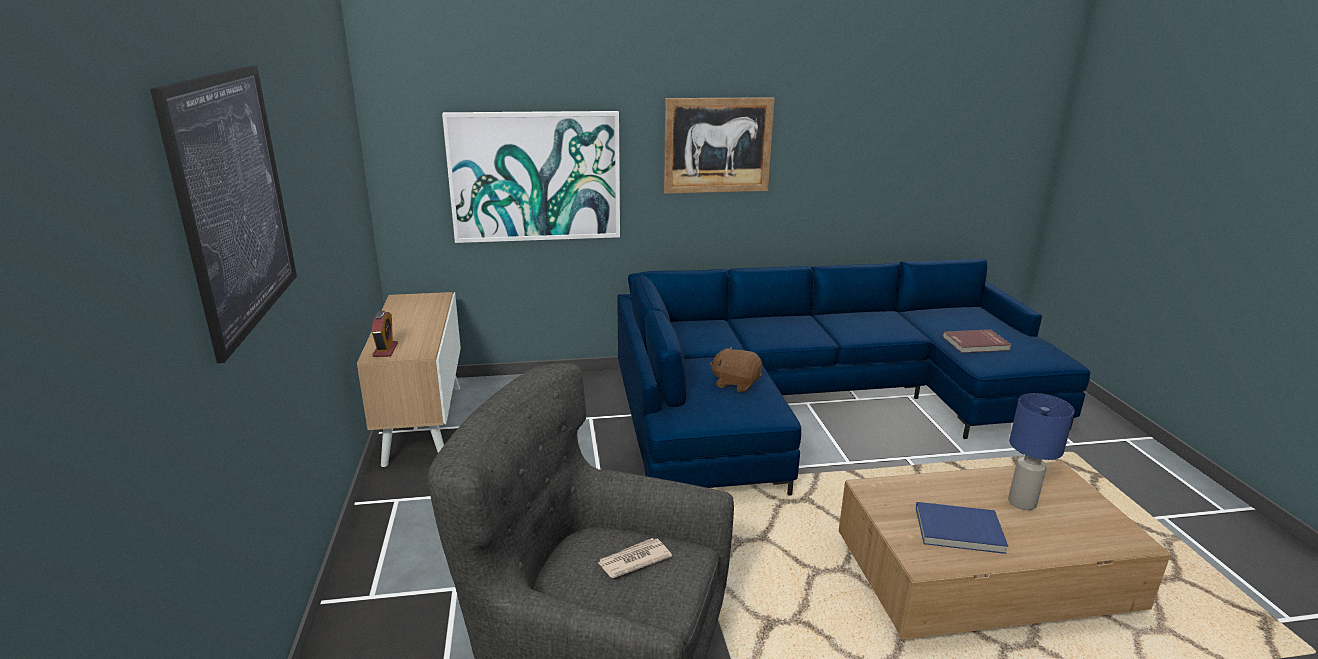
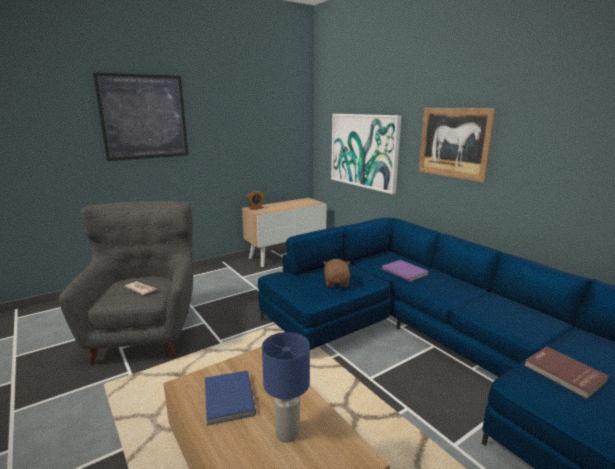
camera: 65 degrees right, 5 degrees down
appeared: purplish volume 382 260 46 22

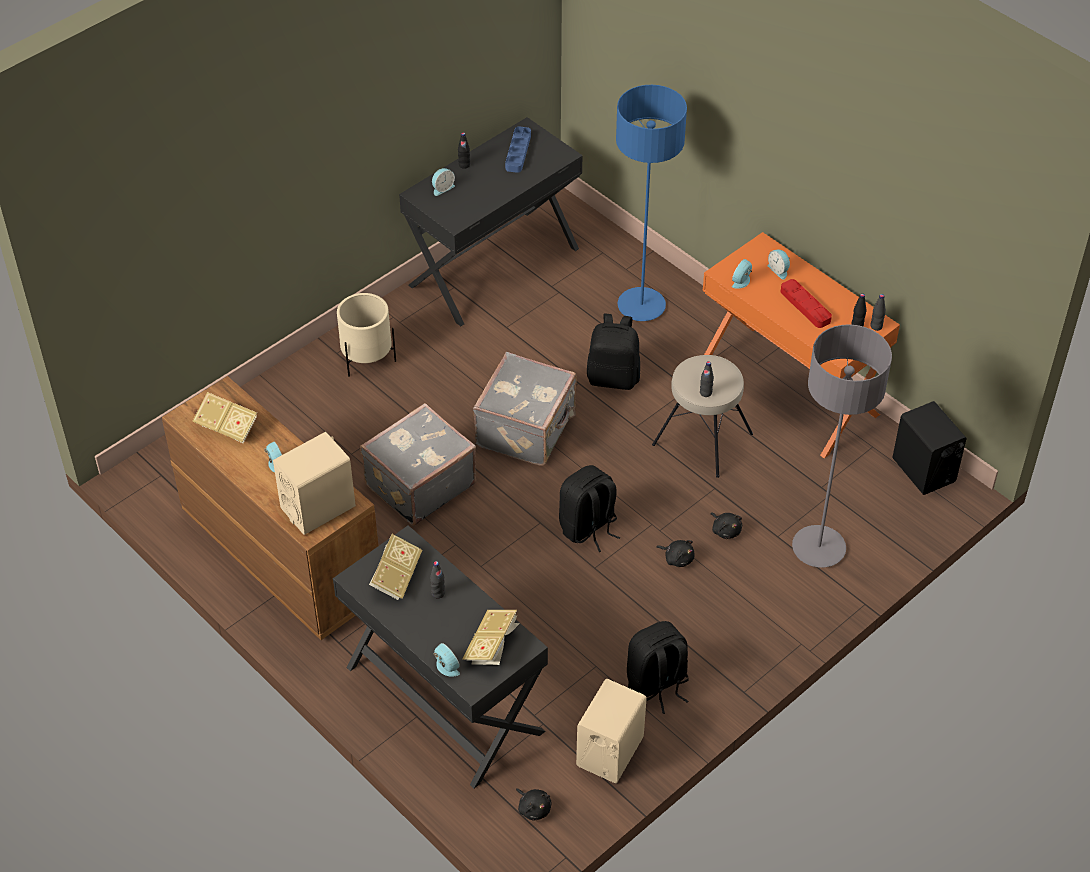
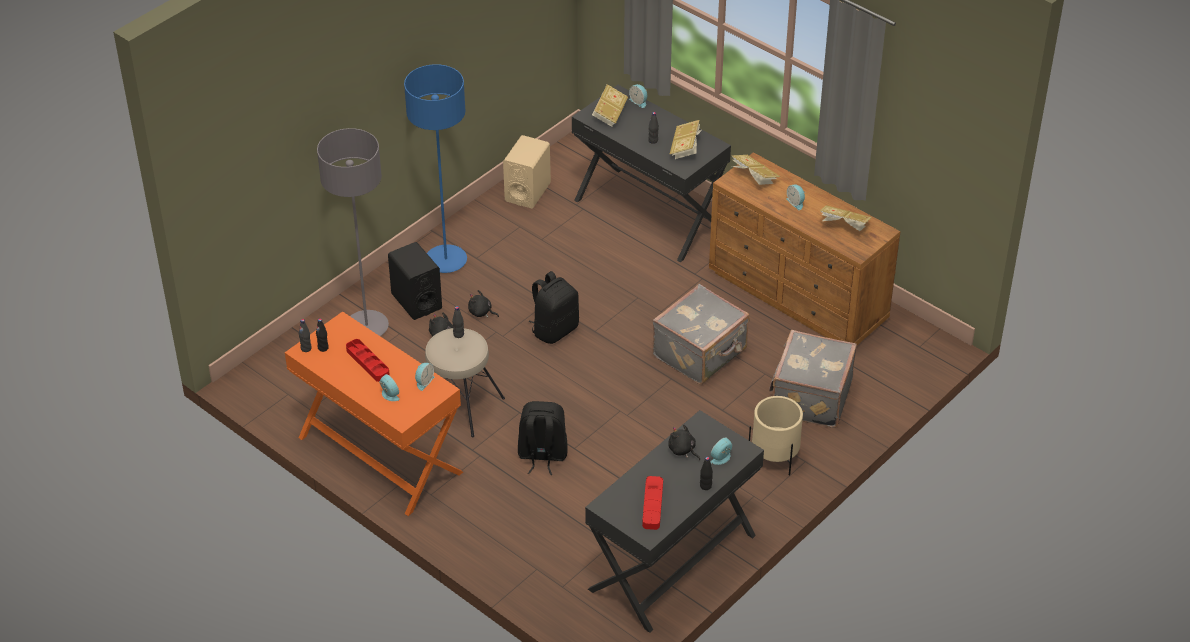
camera: 175 degrees right, 5 degrees down
missing: black backpack 627 621 62 93
relocated: black loudspeaker 892 401 75 94 to 388 242 54 78; blue-coloured standard lamp 616 85 71 236 to 404 64 63 209; black plush toy 516 788 36 33 to 668 424 32 36; greyish travel case 473 352 104 114 to 769 330 88 98
exchanged: beige-coloured loudspeaker 273 432 83 103 to volume 732 155 49 30
colour: blue-coloured carrying tray 505 127 26 46 to red-coloured carrying tray 642 476 21 54

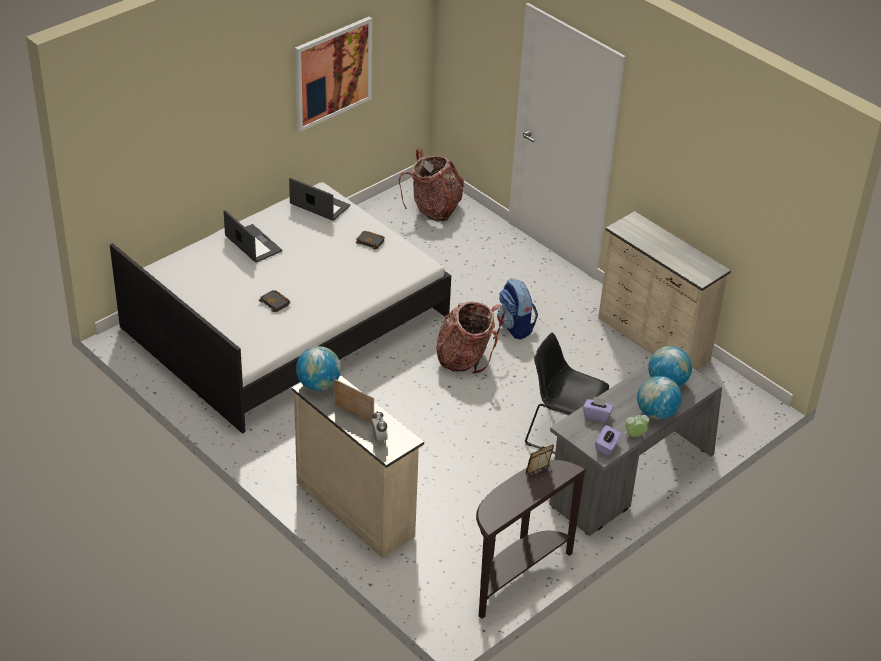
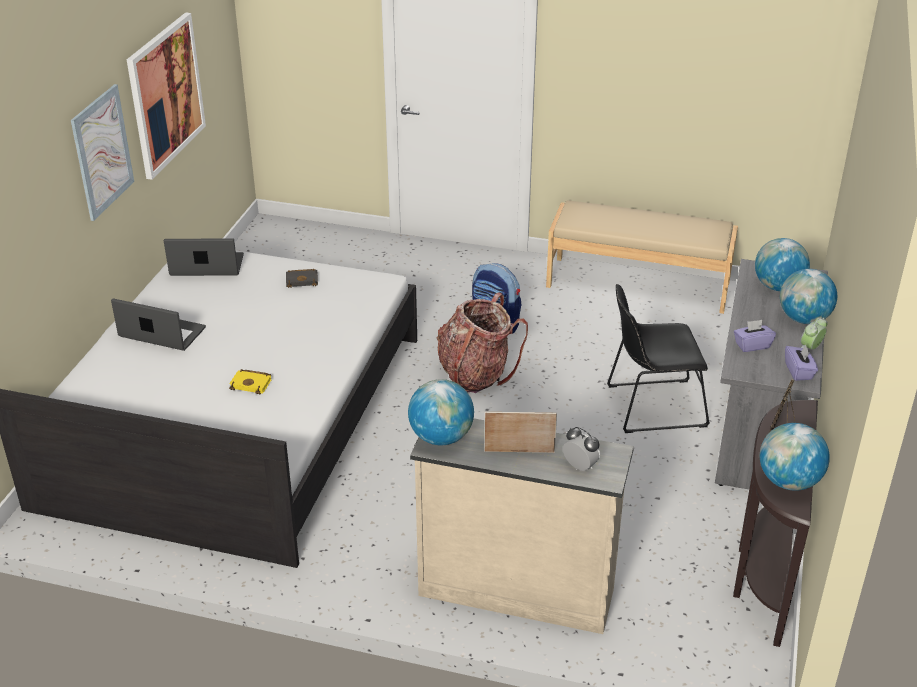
camera: 30 degrees left, 5 degrees down
missing: backpack 399 149 65 72
appeared: wall picture 71 84 63 137; world globe 760 423 70 68
exchanged: beige-coloured dresser 598 211 133 159 to beige-coloured bench 546 200 192 114
colour: black volume 259 290 31 22 to yellow volume 229 369 42 26

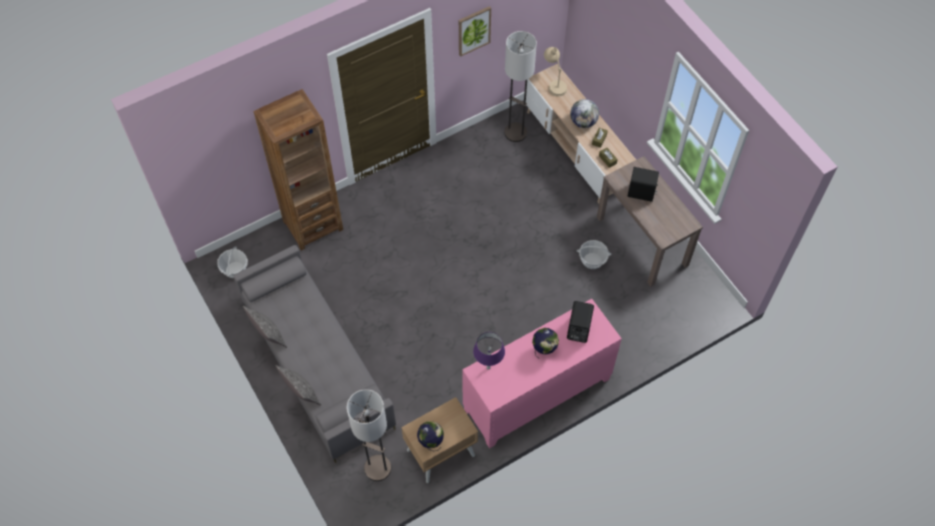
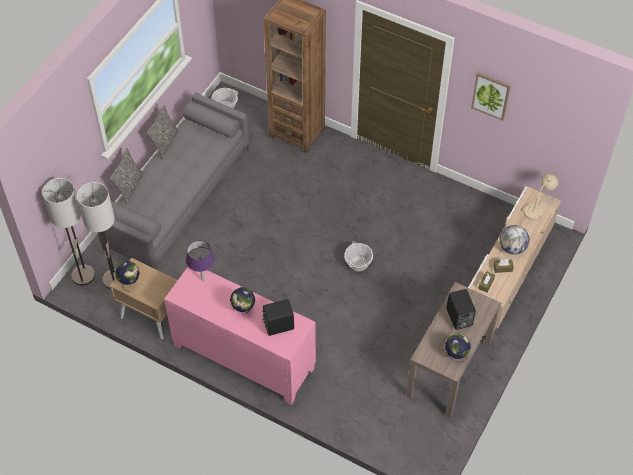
camera: 60 degrees right, 5 degrees down
appeared: world globe 445 334 26 28
relocated: standard lamp 504 31 33 111 to 42 178 53 108; storage basket 577 240 34 29 to 344 241 29 30

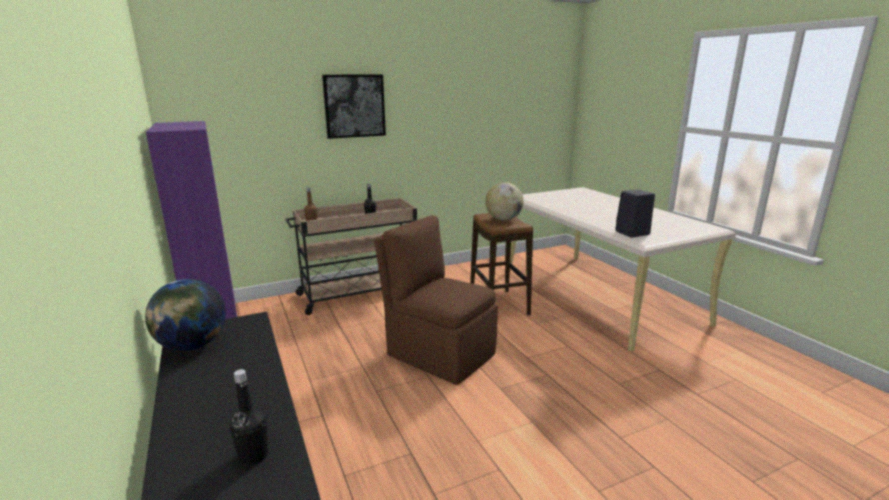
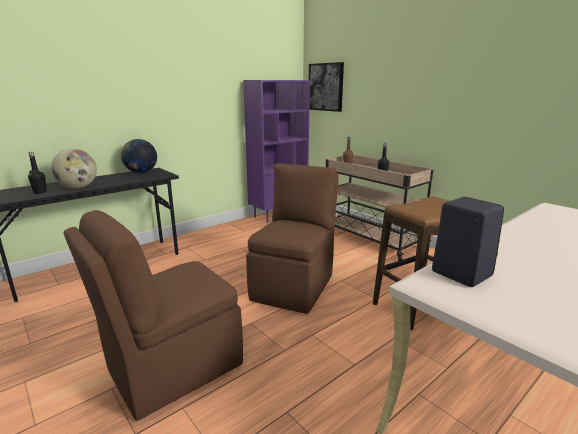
camera: 75 degrees right, 0 degrees up
appeared: brownish plain chair 64 210 179 211
relocated: world globe 485 182 39 39 to 51 149 46 40; wall picture 322 74 64 65 to 309 62 35 50

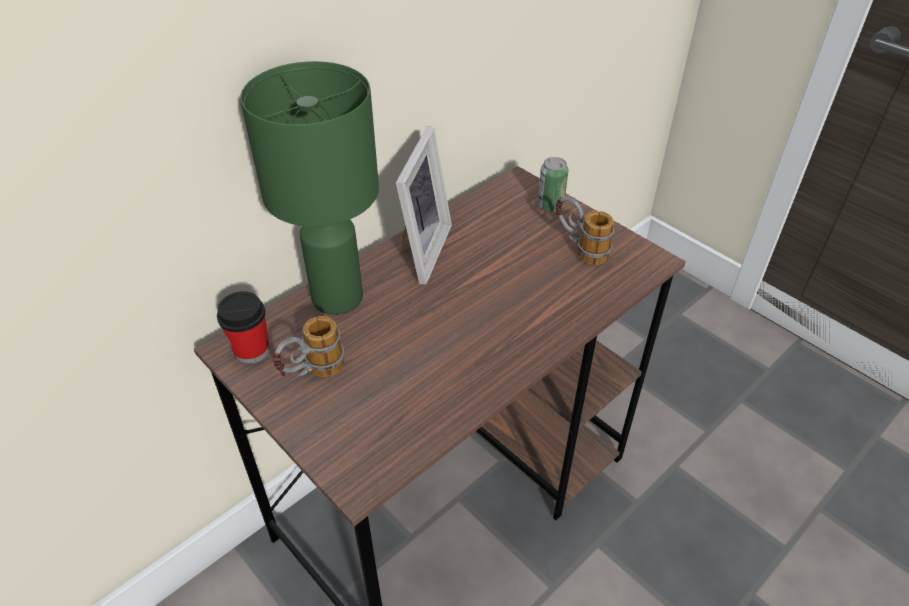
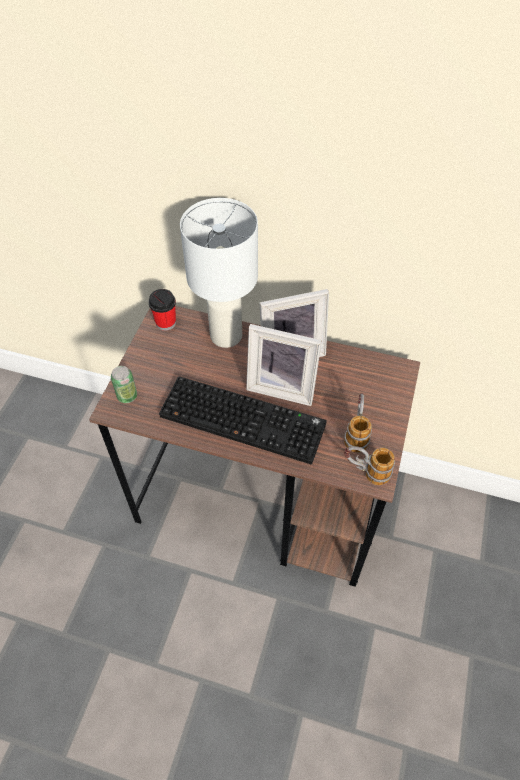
camera: 60 degrees right, 10 degrees up
appeared: PC keyboard 159 376 168 88; picture frame 246 324 76 82
relocated: sealed can 537 157 31 55 to 111 366 26 37; coffee mug 272 316 73 61 to 344 446 51 39
colour: green table lamp 240 61 139 254 to white-coloured table lamp 180 198 78 150

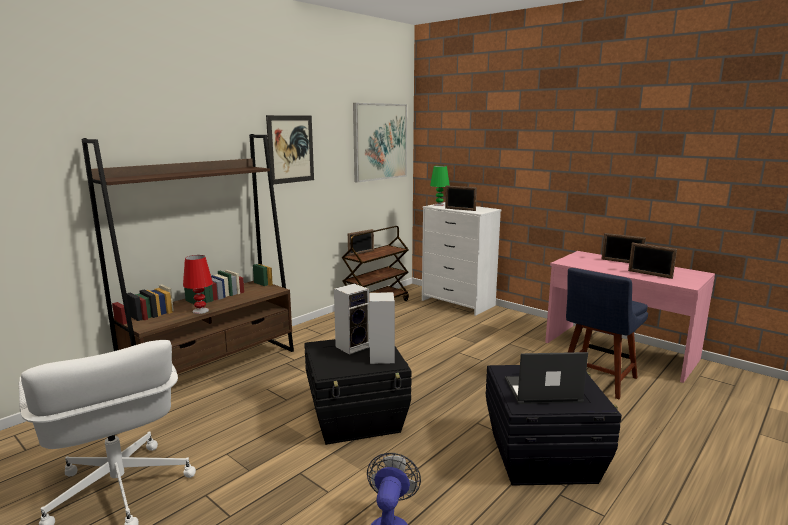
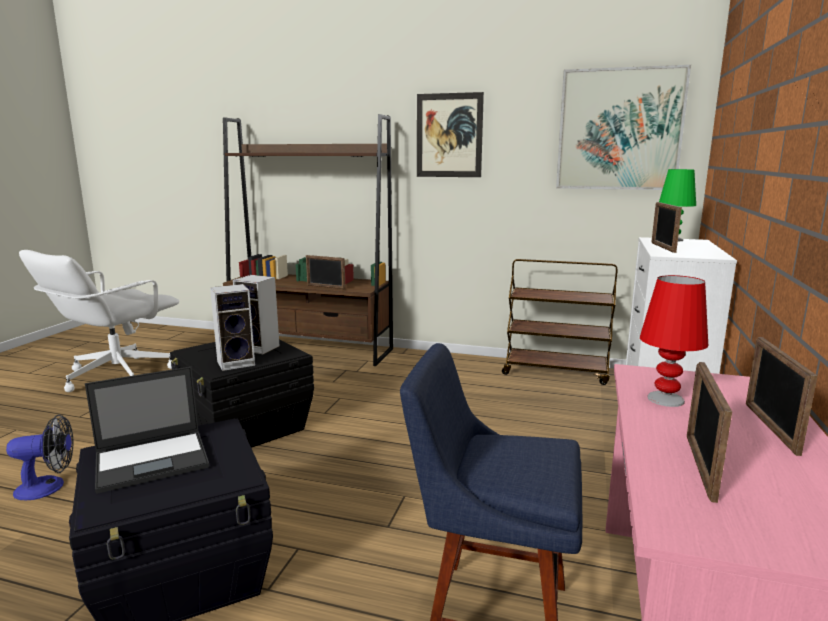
camera: 65 degrees right, 0 degrees up
relocated: picture frame 348 229 26 27 to 306 255 40 35; red-coloured table lamp 183 255 30 59 to 640 275 68 132
spun: laptop 505 352 83 52 = 85 367 124 127 90 degrees clockwise

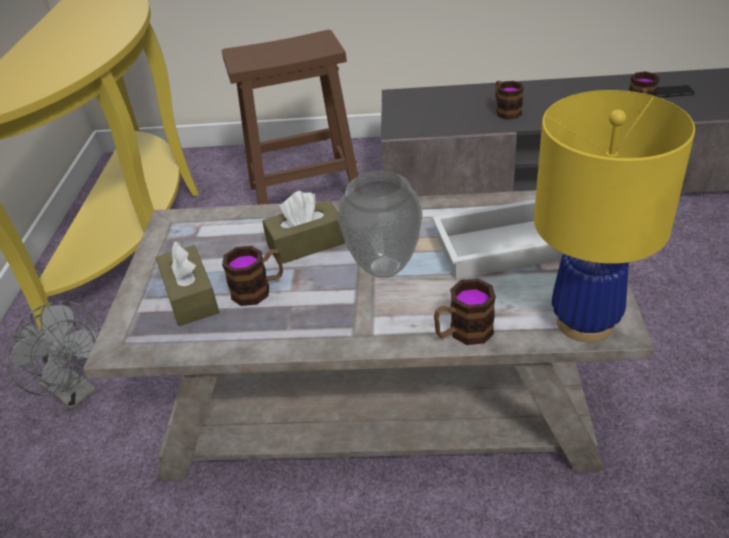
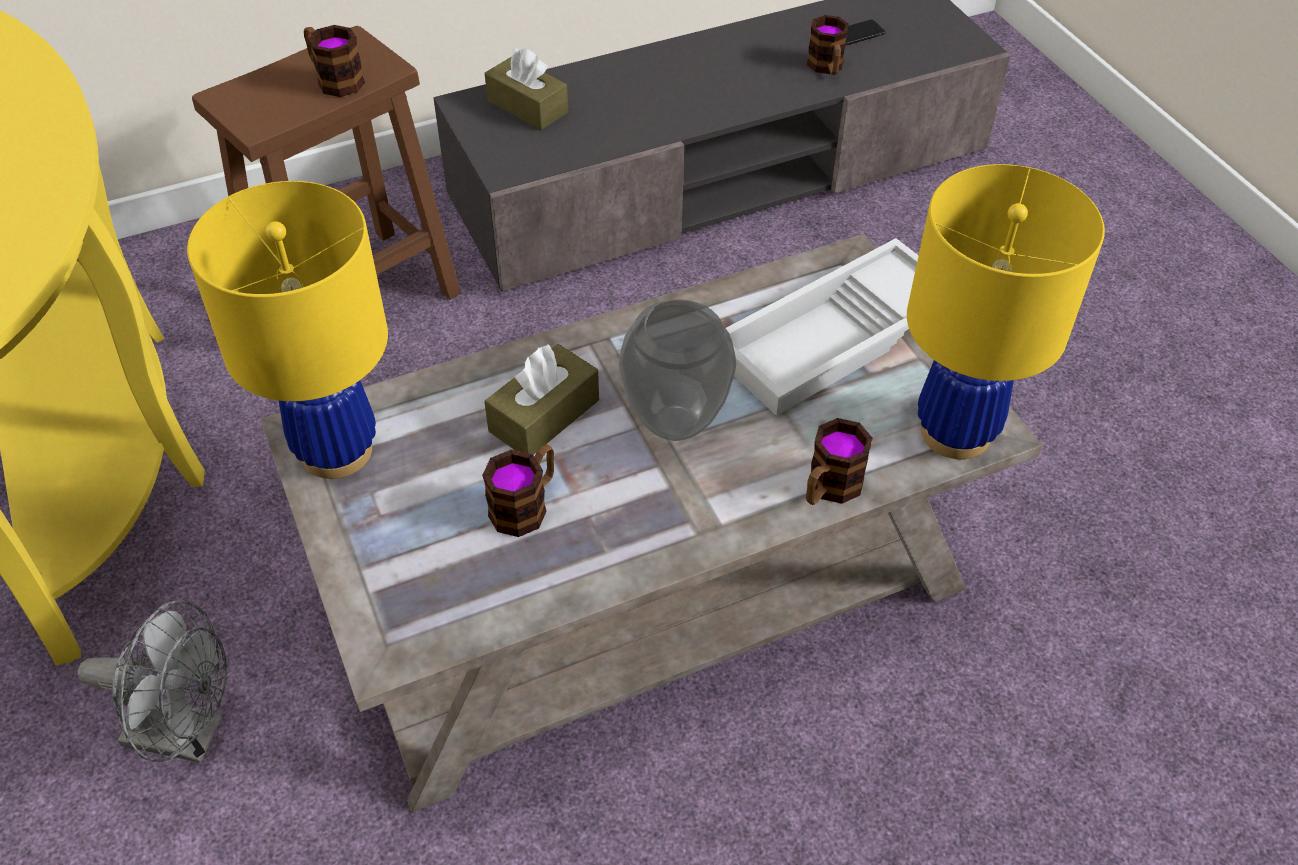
camera: 30 degrees left, 10 degrees up
appeared: yellow table lamp 187 181 201 298
relocated: coffee mug 495 81 29 39 to 304 25 61 72; brownish tissue holder 155 241 64 85 to 485 48 83 82

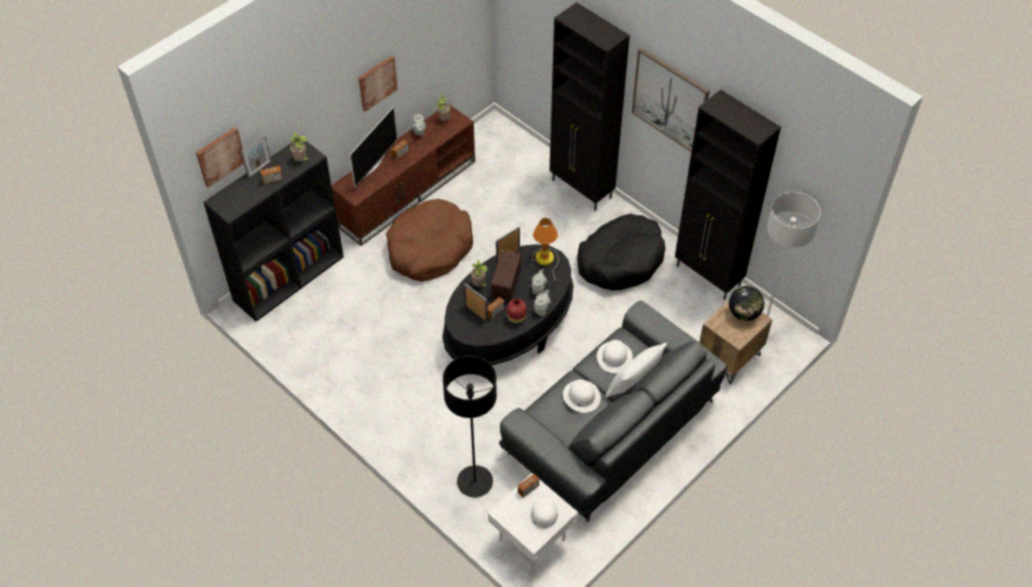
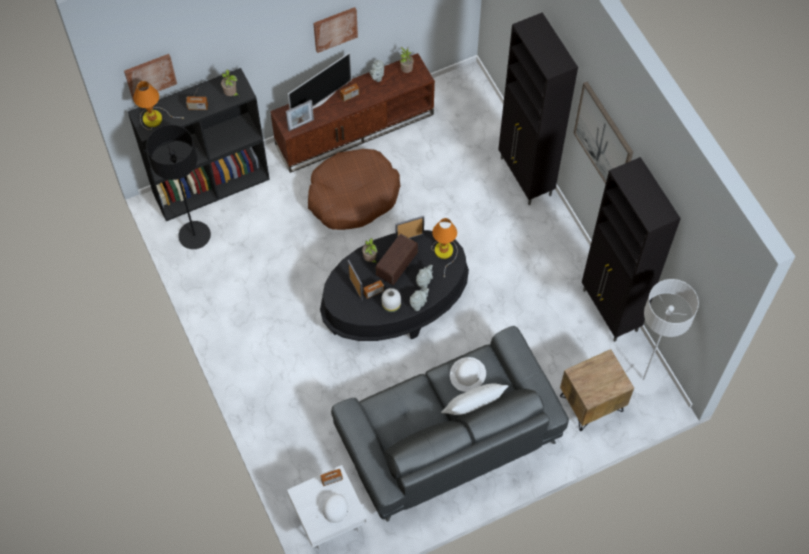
camera: 20 degrees right, 10 degrees up
missing: white-coloured hat 563 379 38 34; black dog cushion 577 214 88 76; world globe 729 286 35 35
appeared: table lamp 133 81 52 49
relocated: black standard lamp 443 355 54 142 to 146 125 65 124; picture frame 241 135 31 43 to 286 100 28 31
colour: red-coloured vase 507 299 20 25 to white-coloured vase 382 288 19 24

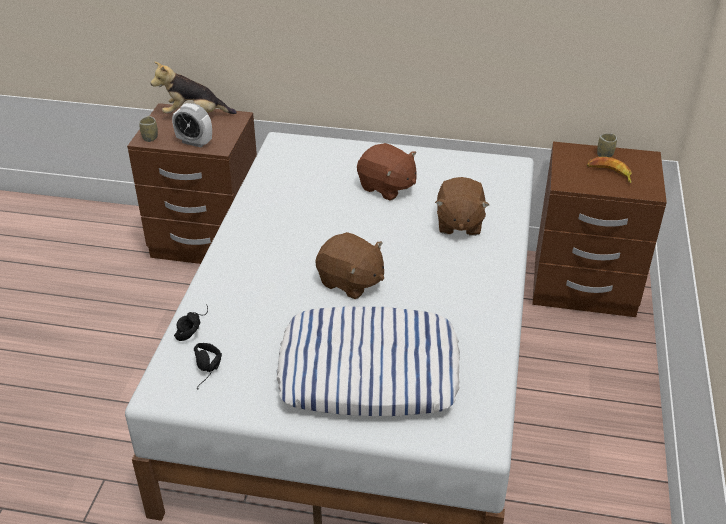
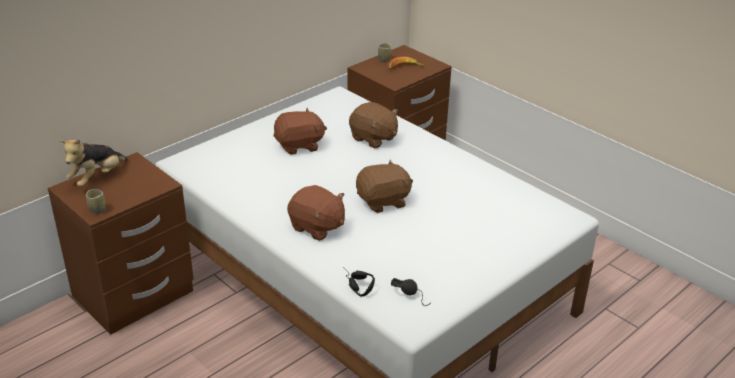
camera: 55 degrees left, 5 degrees down
missing: table clock 172 103 40 45; pillow 277 306 183 110
appeared: brownish plush toy 287 185 58 56

